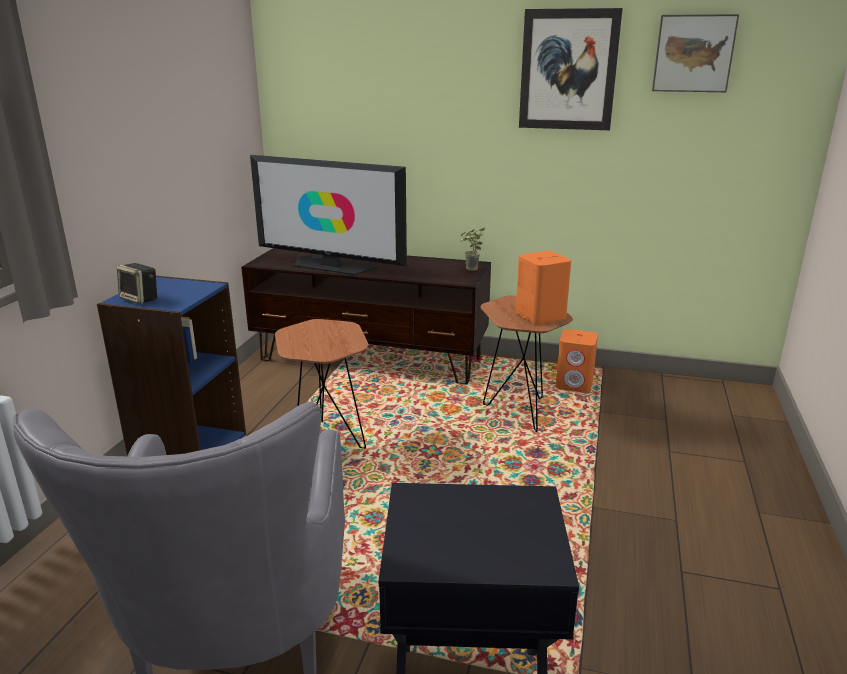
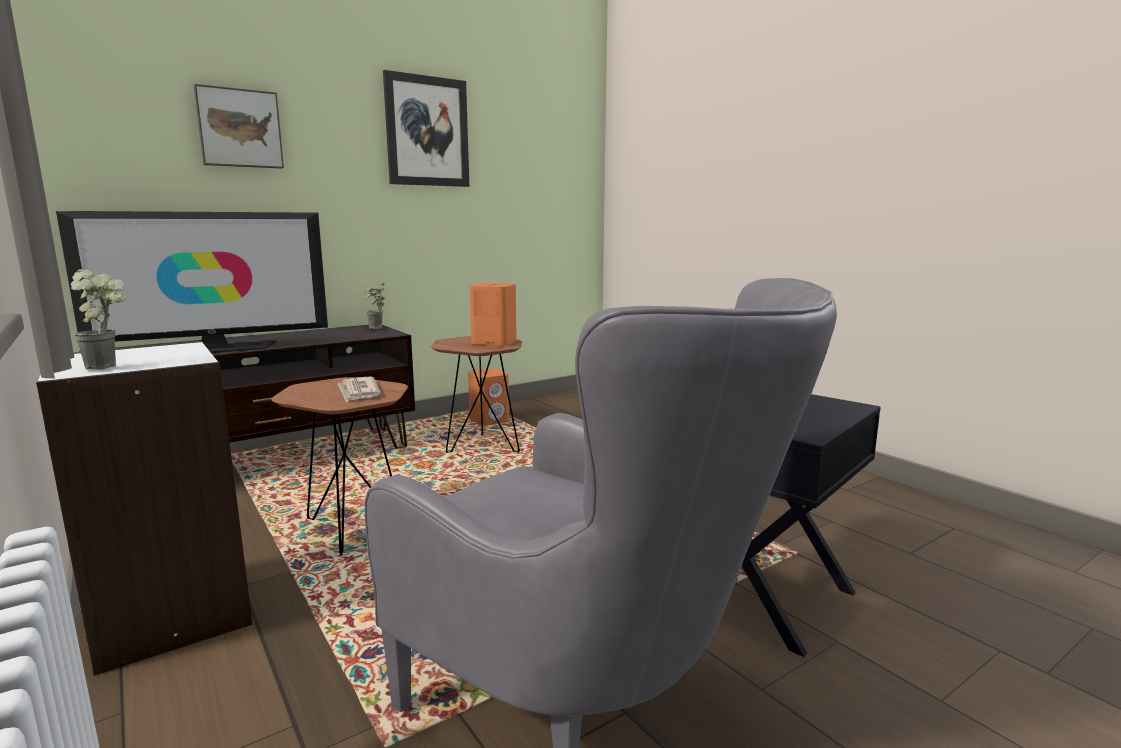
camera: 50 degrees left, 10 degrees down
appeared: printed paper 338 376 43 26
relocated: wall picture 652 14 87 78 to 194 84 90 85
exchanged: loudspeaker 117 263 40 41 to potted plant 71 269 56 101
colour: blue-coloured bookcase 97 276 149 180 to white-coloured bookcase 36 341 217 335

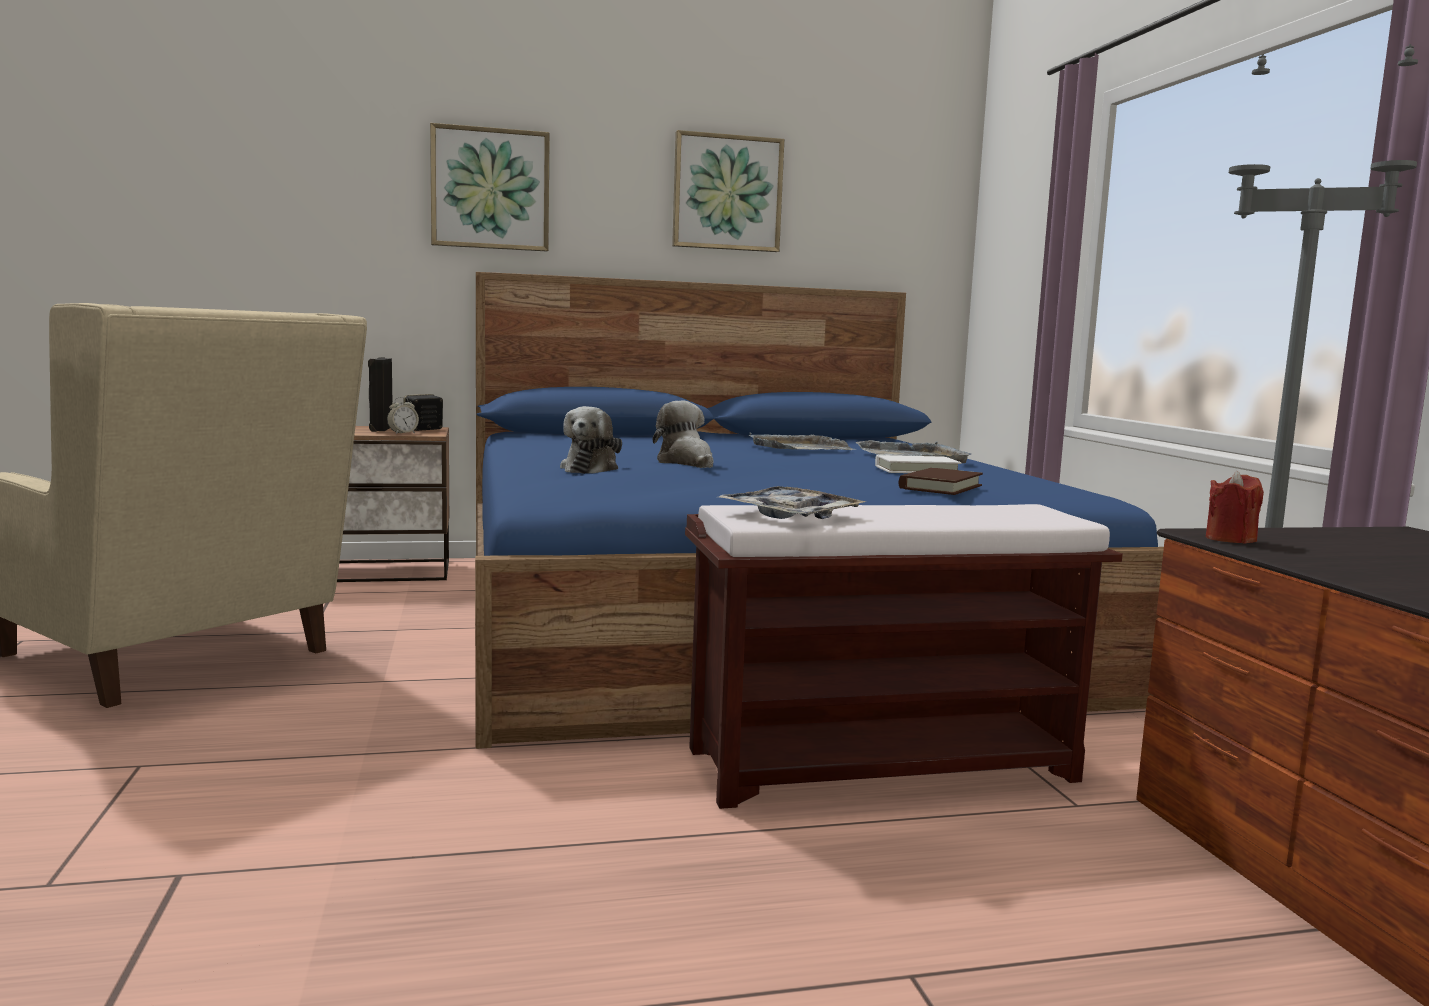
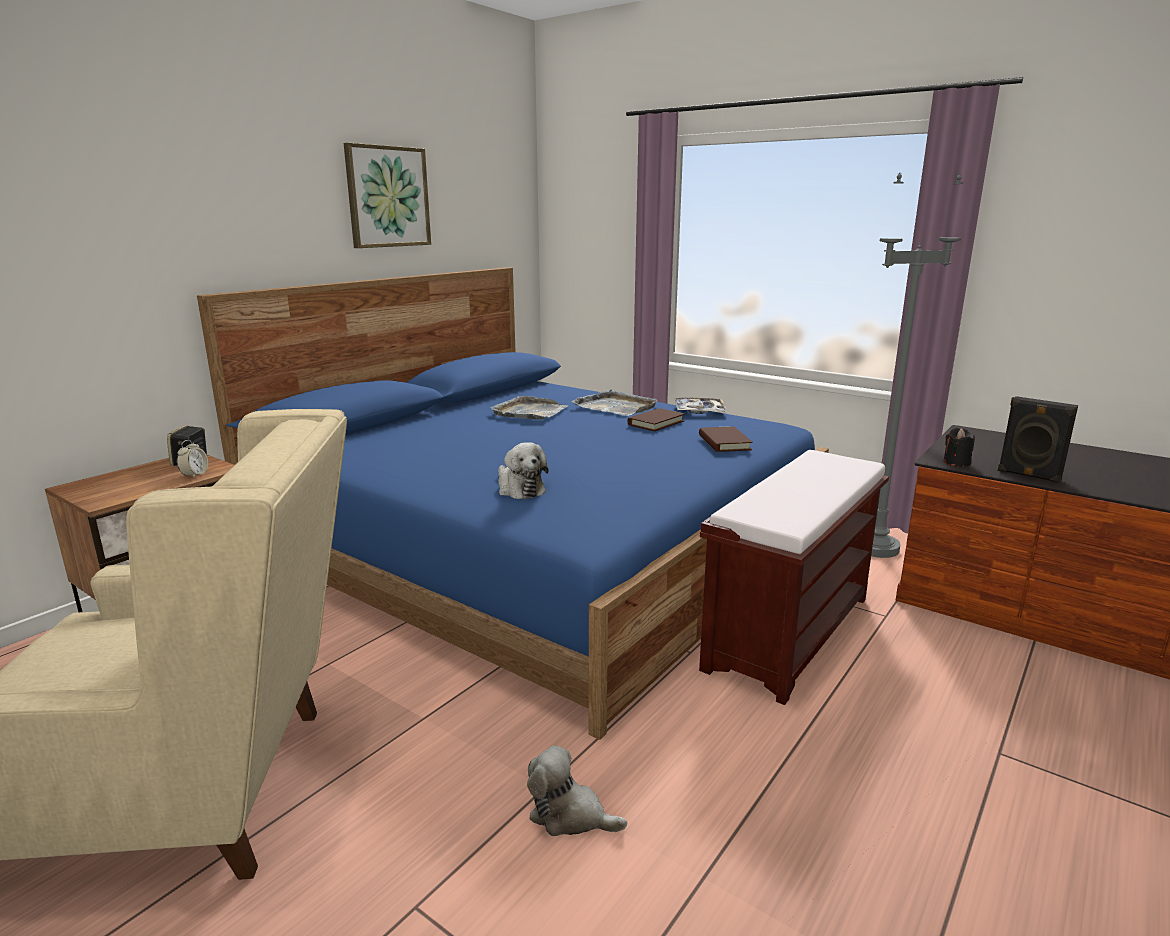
camera: 40 degrees left, 10 degrees up
missing: wall picture 430 123 120 129
relocated: plush toy 653 400 60 68 to 527 745 100 91; carrying tray 719 486 147 33 to 674 398 53 16; black loudspeaker 368 357 25 75 to 998 396 80 87
colour: white-coloured volume 875 455 86 18 to brownish volume 627 408 58 23; red-coloured candle 1206 471 58 73 to black candle 943 428 32 39

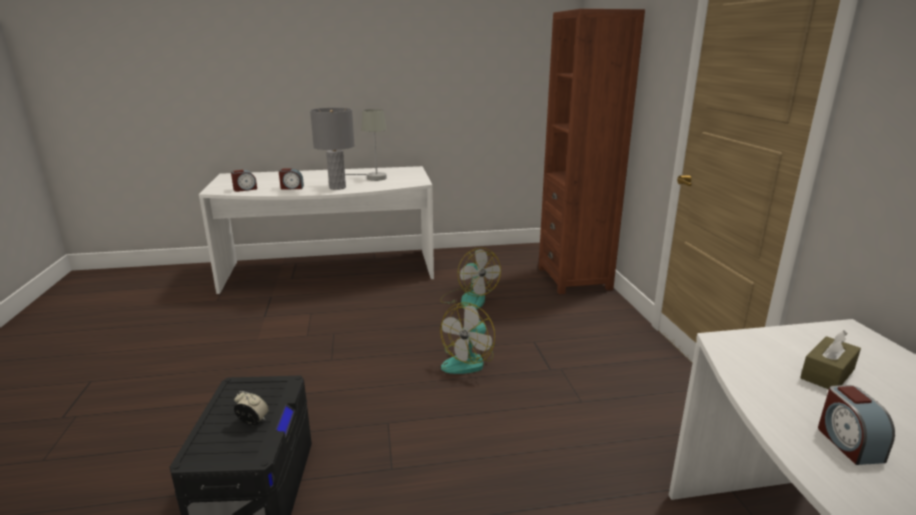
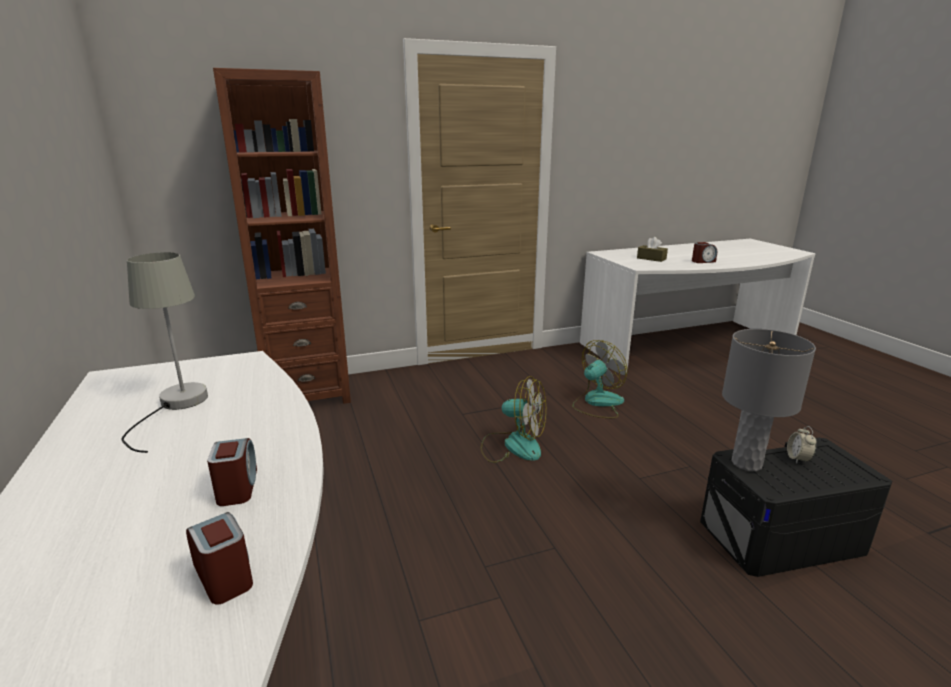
camera: 100 degrees left, 0 degrees up
relocated: electric fan 440 248 61 61 to 572 340 56 78; greyish table lamp 310 108 45 82 to 722 329 94 142

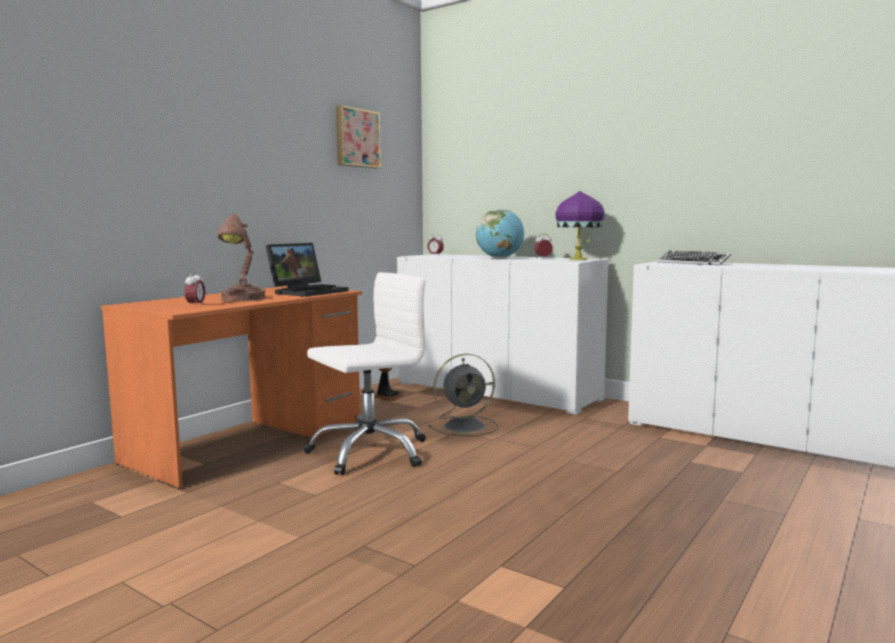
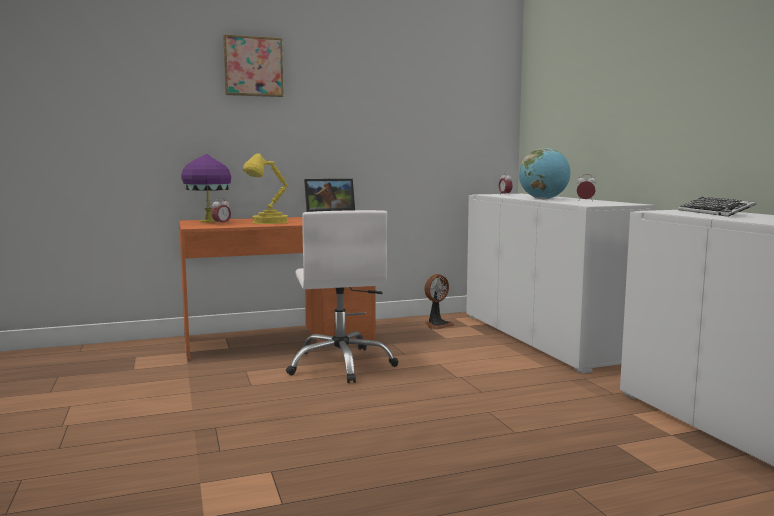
camera: 35 degrees right, 0 degrees up
missing: greyish electric fan 428 354 70 82
relocated: purplish table lamp 556 191 49 69 to 181 154 50 68; wall picture 336 105 45 63 to 223 34 61 63
colour: brownish table lamp 218 214 48 88 to yellow table lamp 243 153 45 71
spun: white-coloured computer chair 304 272 122 203 = 286 210 113 173 75 degrees clockwise

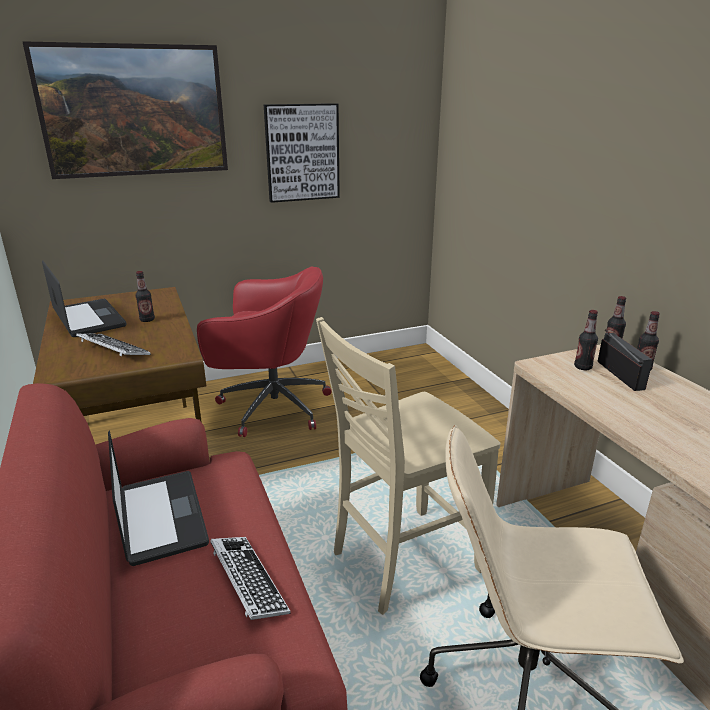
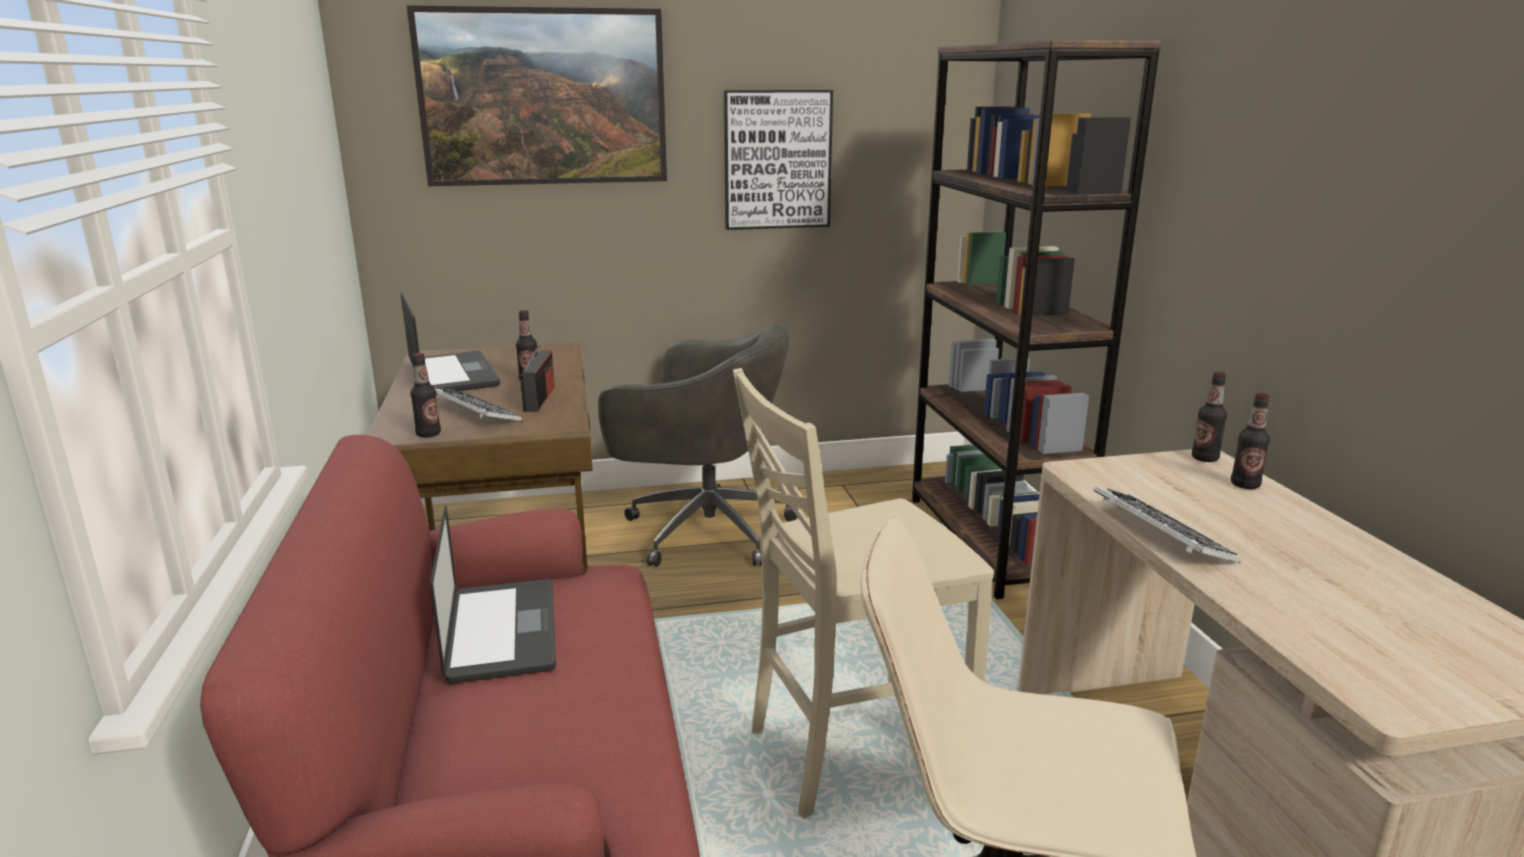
camera: 10 degrees right, 5 degrees down
appeared: brownish bookcase 912 40 250 560
relocated: drink bottle 574 310 24 60 to 410 353 31 84; radio 597 329 56 62 to 520 345 35 67; PC keyboard 210 537 80 83 to 1093 486 148 77
colour: red-coloured computer chair 197 267 135 170 to greyish computer chair 598 323 199 244

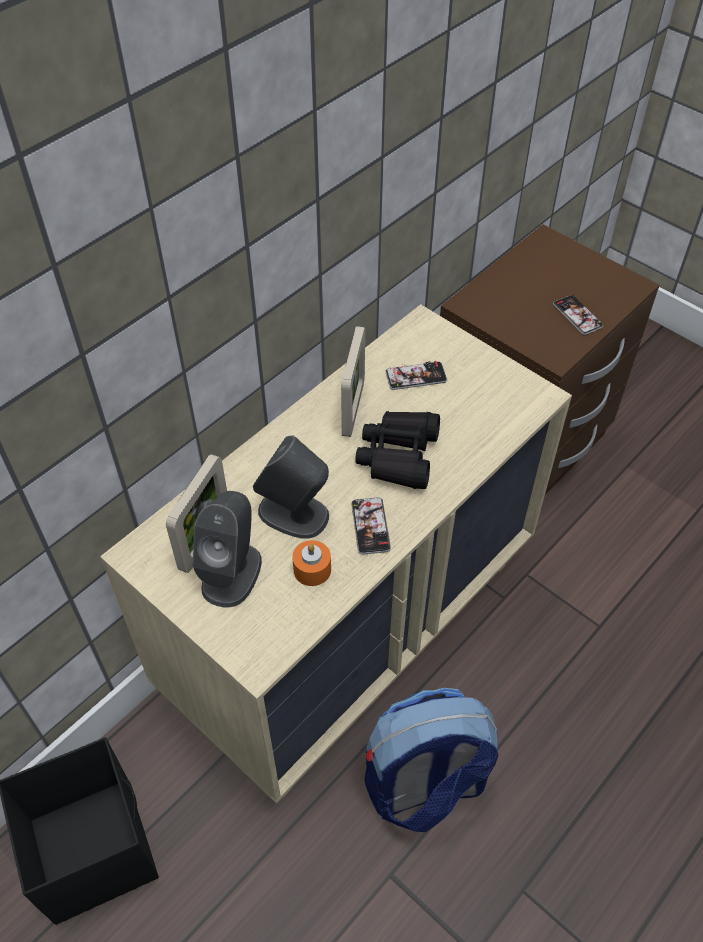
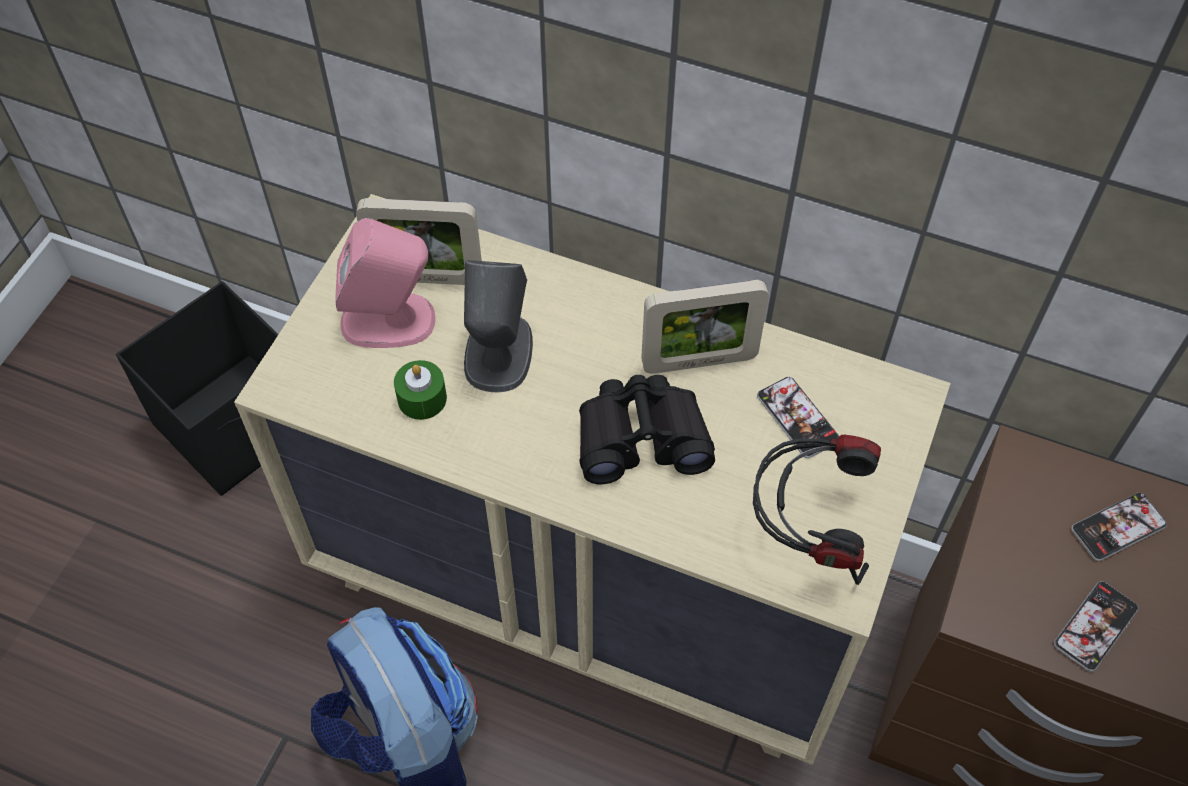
camera: 70 degrees right, 5 degrees up
appeared: pair of headphones 753 435 128 150
relocated: telephone 351 497 40 58 to 1071 493 96 68
colour: greyish loudspeaker 193 491 69 116 to pink loudspeaker 335 218 101 130; orangey candle 292 540 39 46 to green candle 394 360 53 60

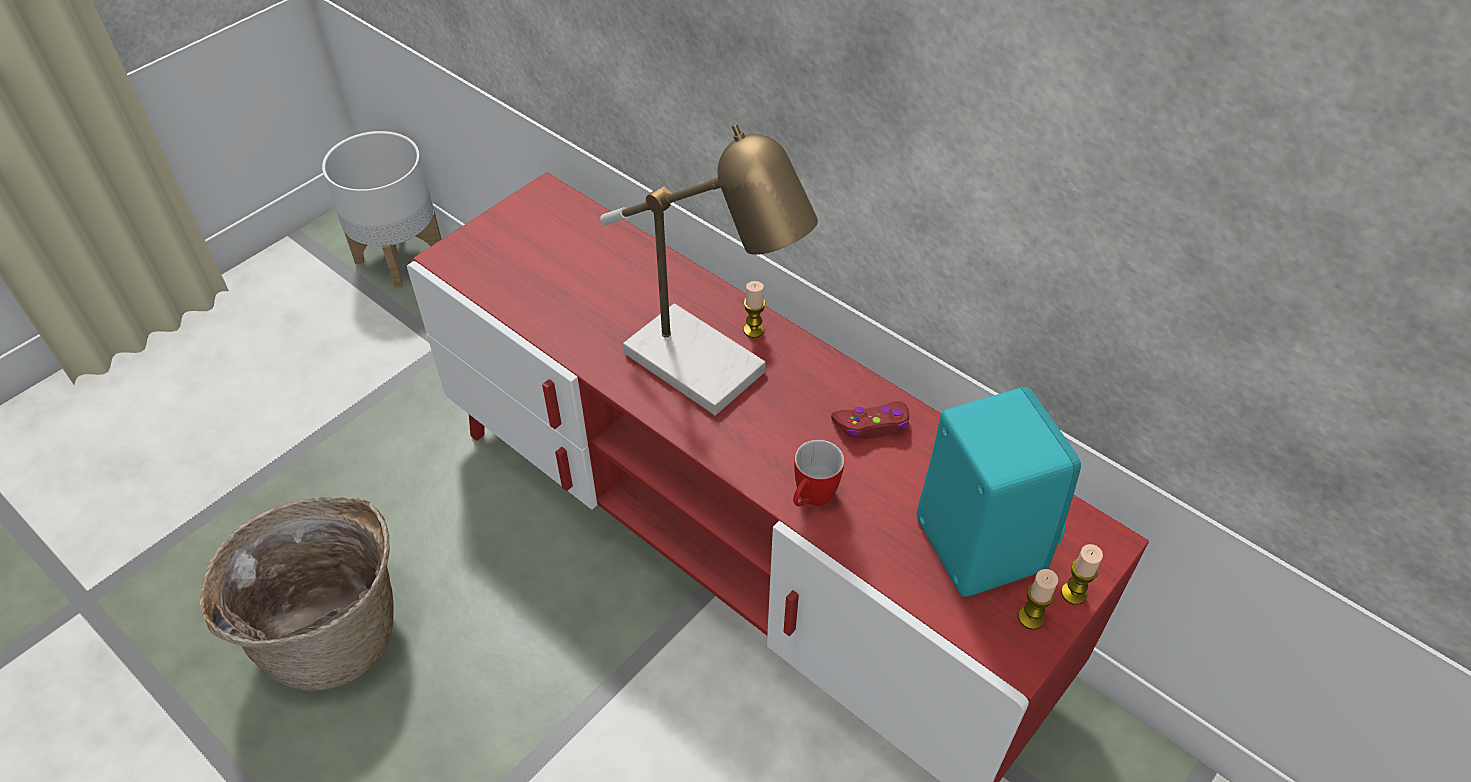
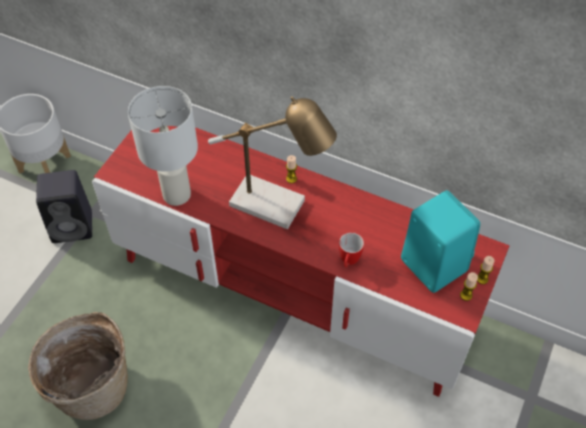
camera: 15 degrees left, 5 degrees up
missing: red-coloured gamepad 831 401 78 38
appeared: black loudspeaker 36 170 56 73; white-coloured table lamp 128 86 70 120

